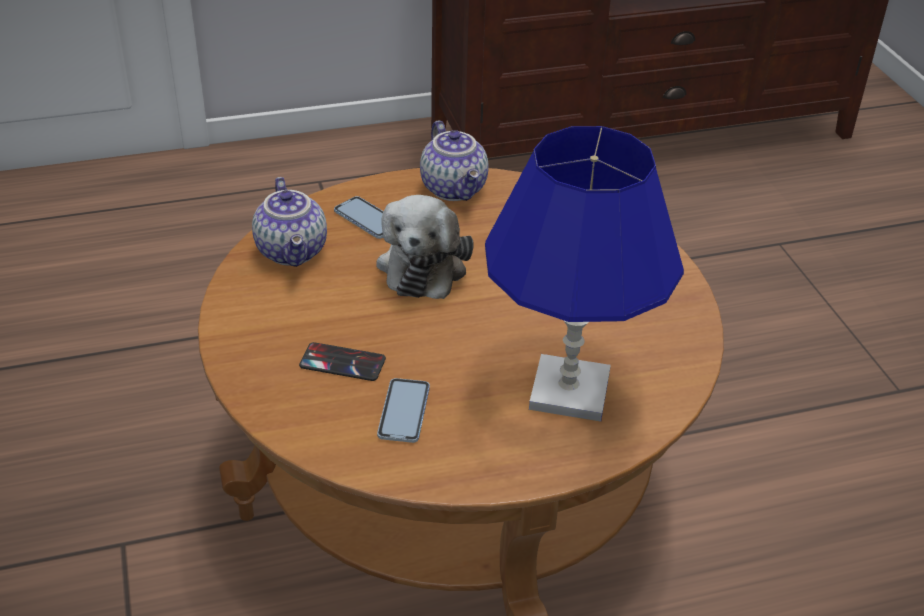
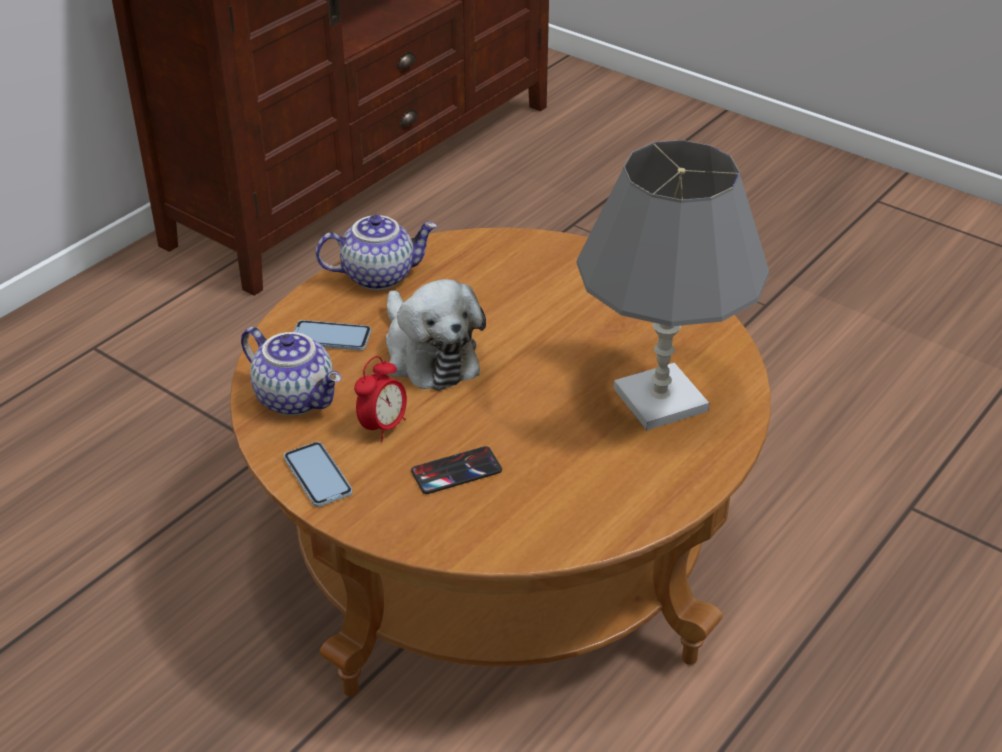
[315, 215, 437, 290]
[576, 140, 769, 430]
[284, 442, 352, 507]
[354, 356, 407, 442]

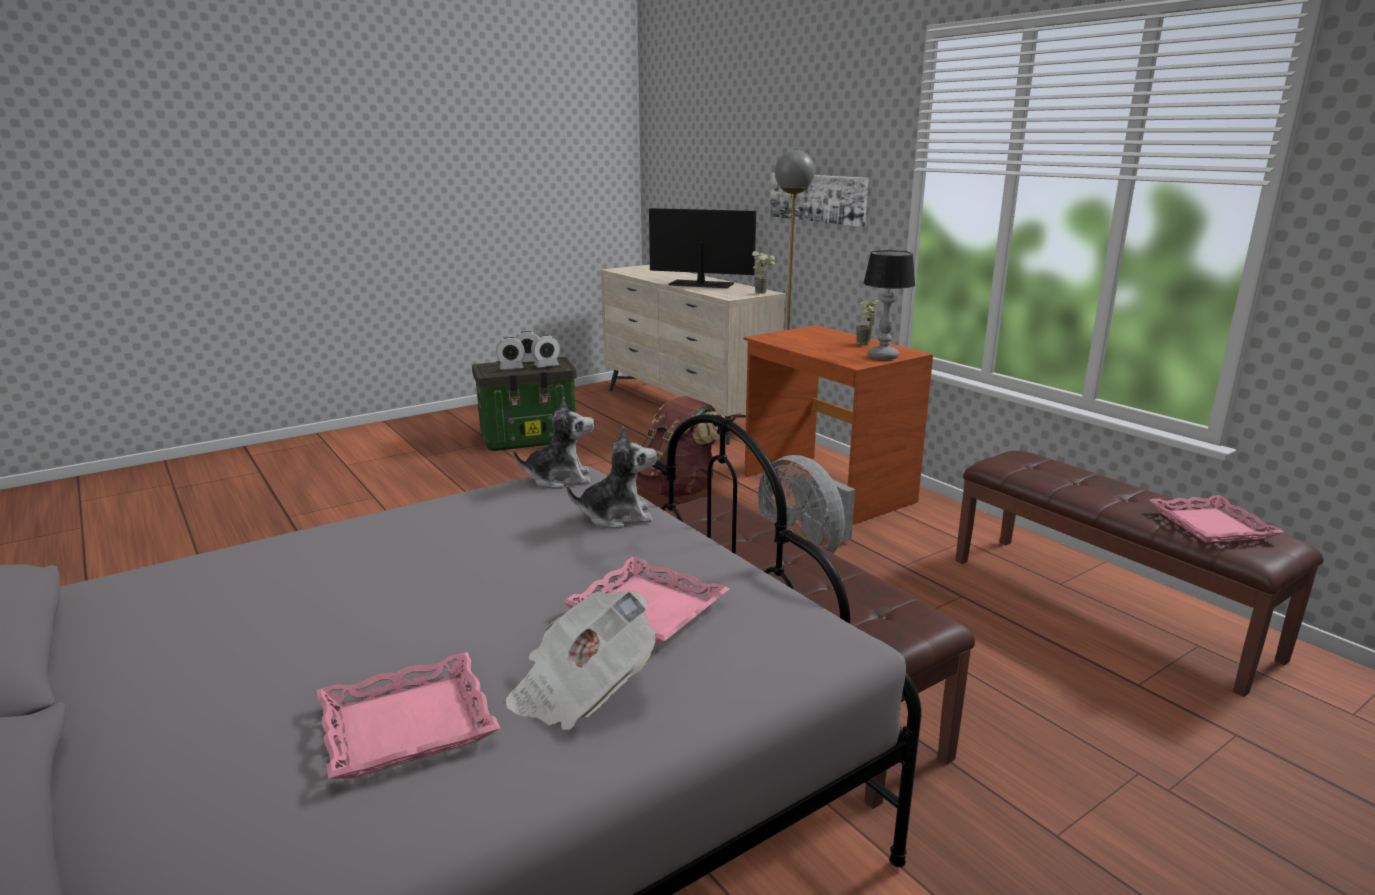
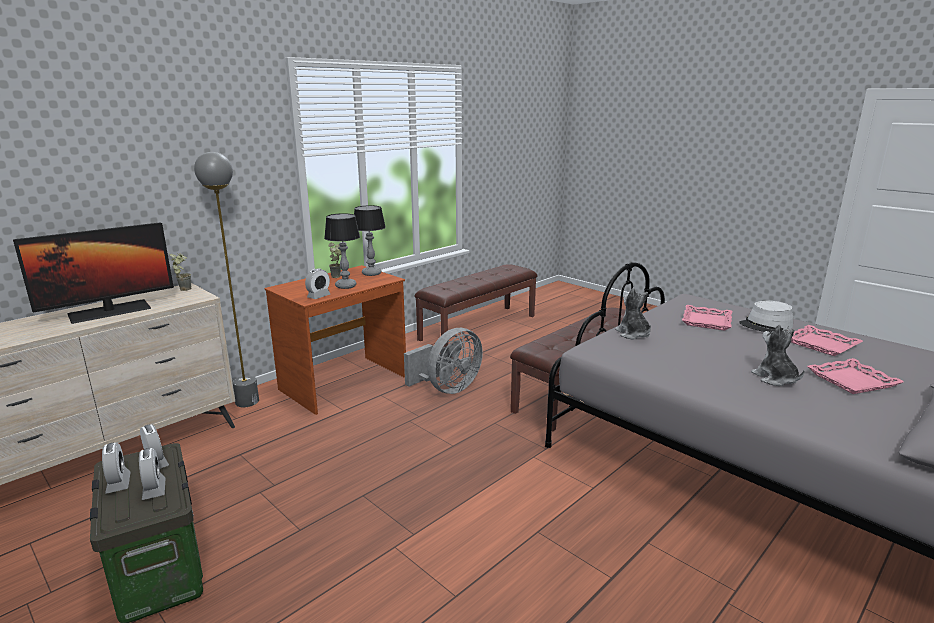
[770, 173, 869, 227] (first image)
[13, 222, 174, 324]
[636, 396, 725, 497] (first image)
[751, 325, 805, 386]
[807, 358, 904, 394]
[739, 301, 793, 332]
[324, 213, 360, 289]
[305, 268, 330, 299]

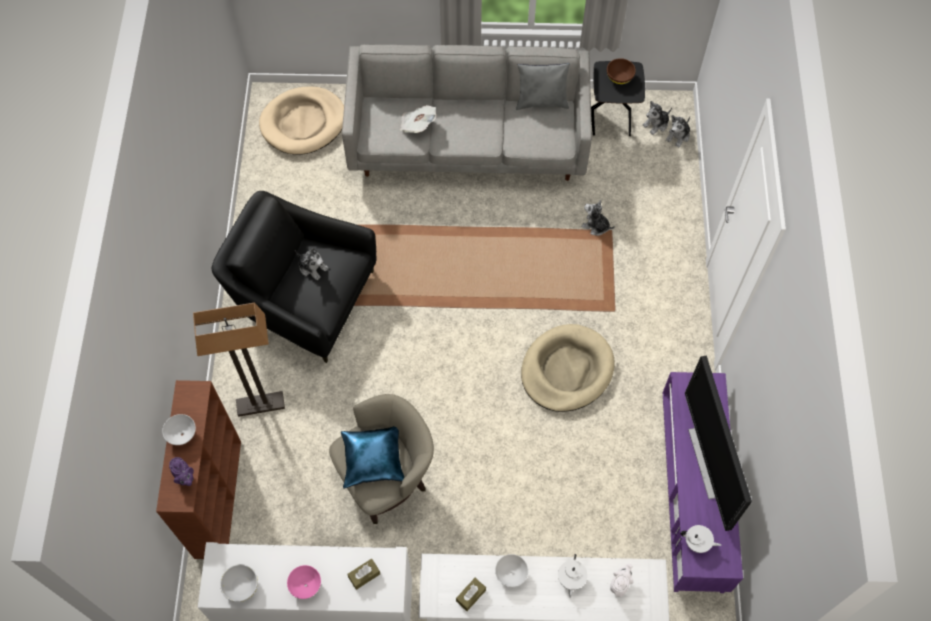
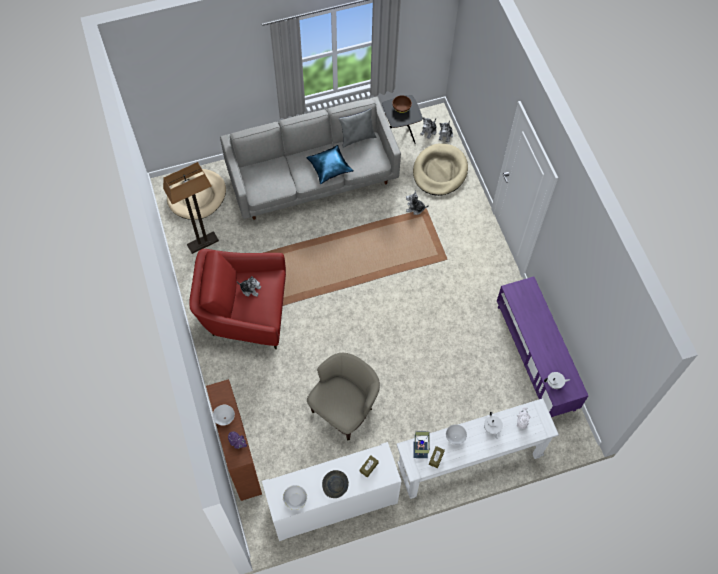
[400, 105, 436, 133] (first image)
[189, 249, 286, 349]
[163, 162, 219, 254]
[413, 144, 468, 196]
[685, 356, 752, 531] (first image)
[306, 145, 354, 184]
[322, 470, 349, 498]
[413, 431, 430, 458]

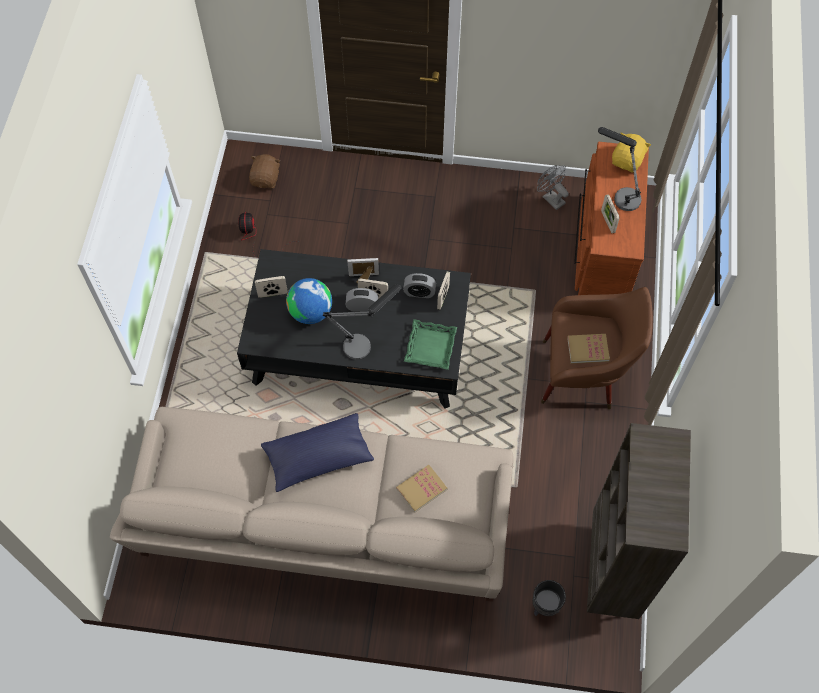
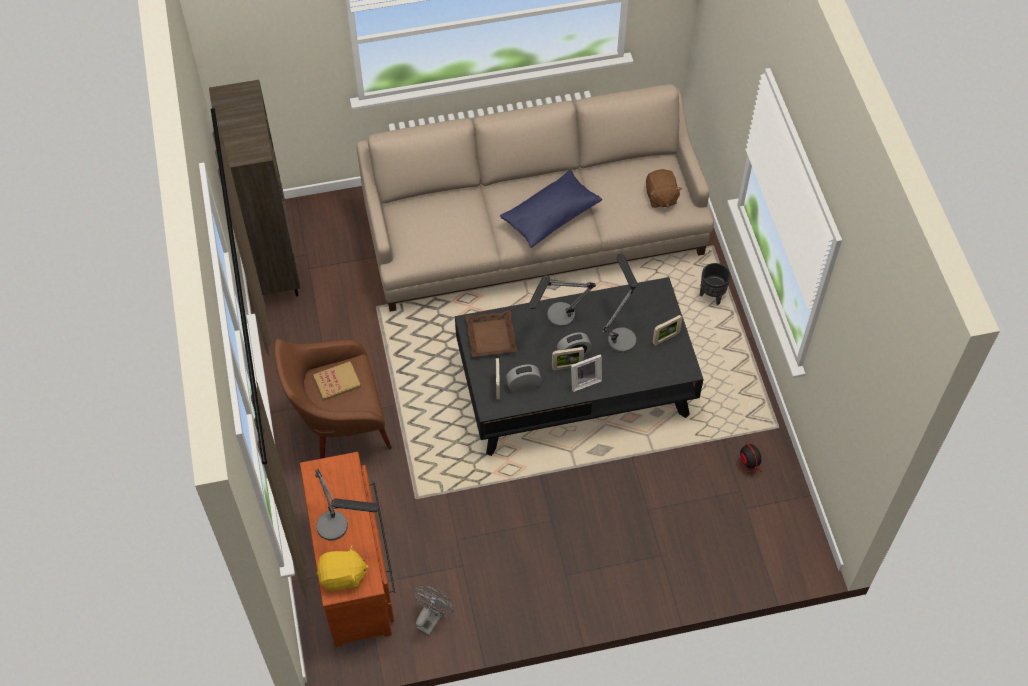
[317, 546, 369, 591]
[646, 169, 682, 208]
[414, 586, 453, 636]
[601, 194, 620, 233] (first image)
[601, 254, 637, 353]
[466, 310, 517, 357]
[396, 465, 447, 513] (first image)
[700, 263, 731, 305]

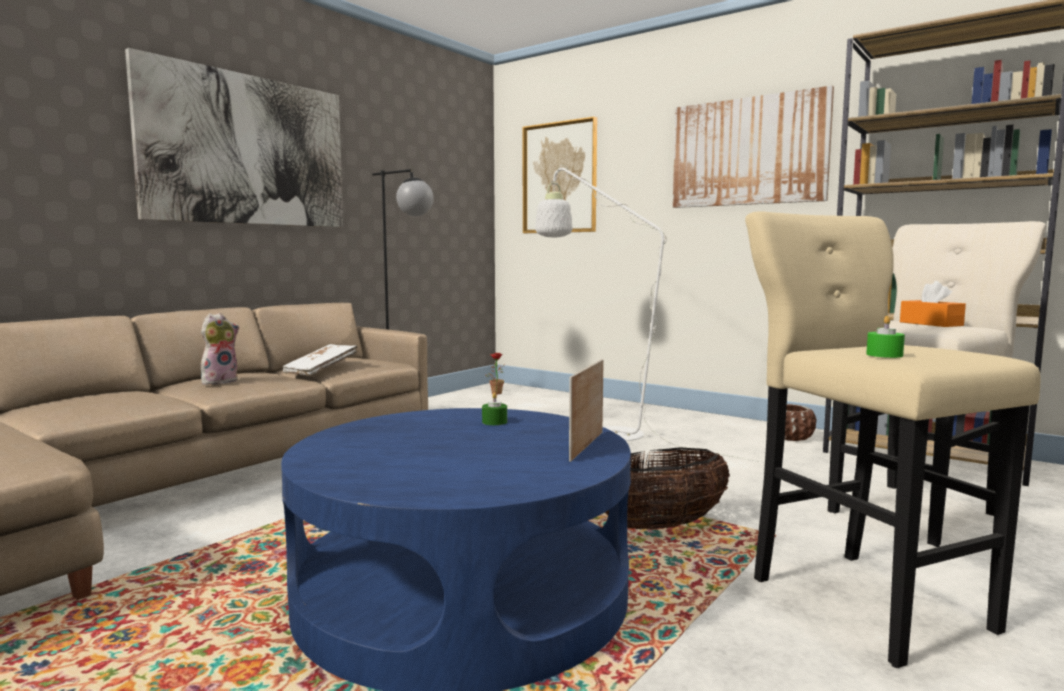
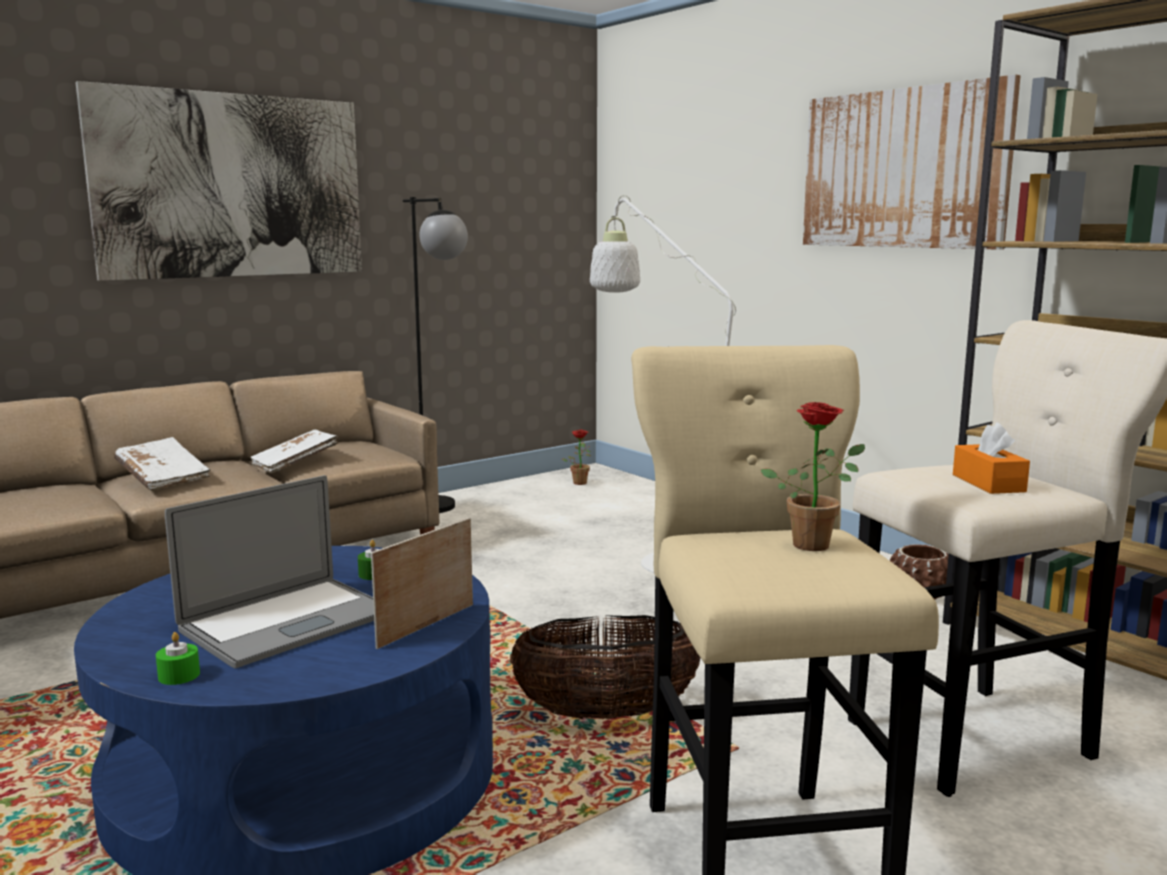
[523, 117, 597, 233] (first image)
[114, 437, 211, 491]
[156, 632, 200, 685]
[760, 402, 865, 551]
[165, 475, 374, 669]

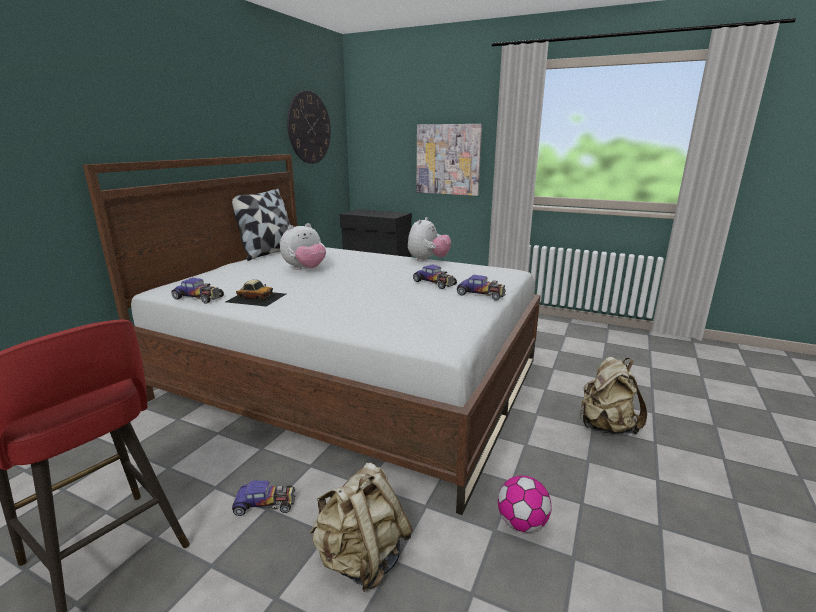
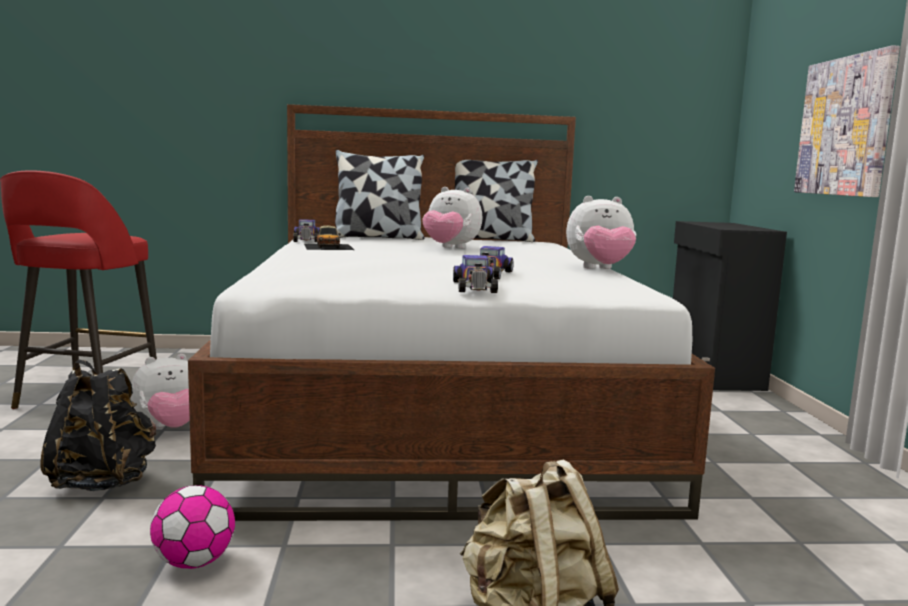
[287, 90, 331, 164] (first image)
[40, 360, 156, 491]
[131, 354, 190, 428]
[335, 150, 424, 240]

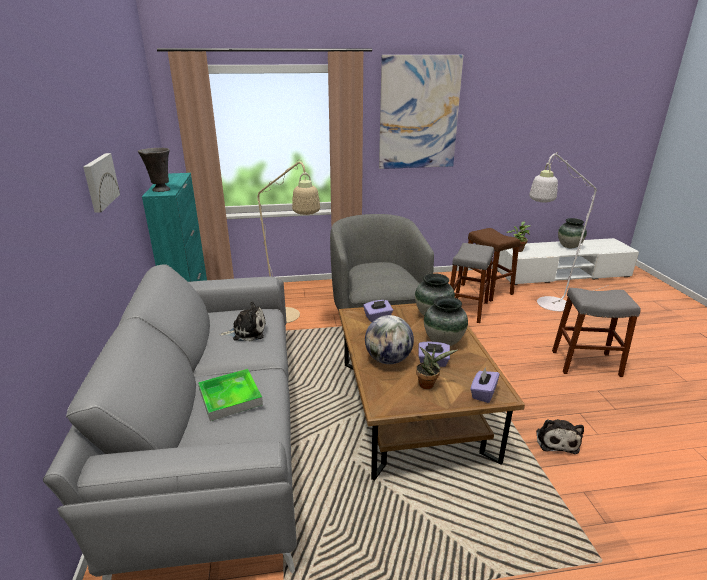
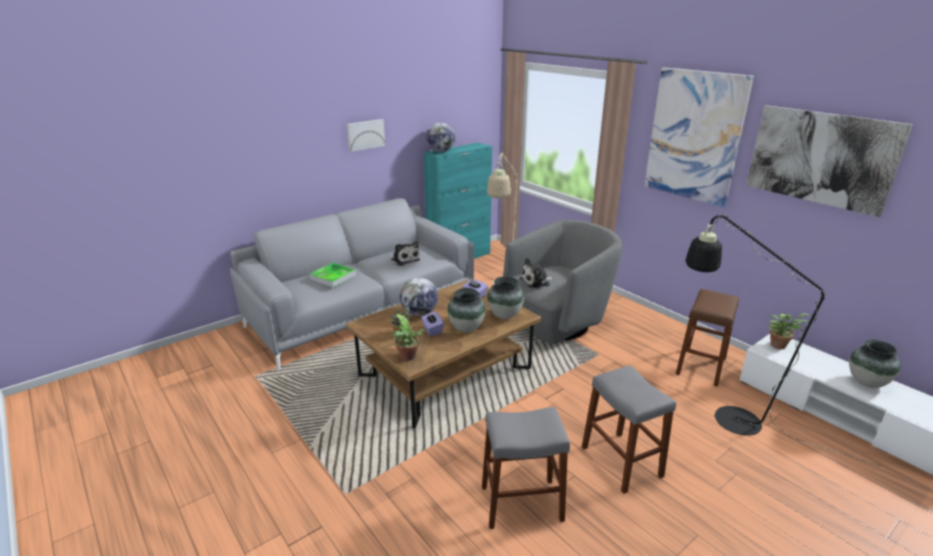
[426, 123, 455, 152]
[685, 214, 881, 466]
[482, 407, 570, 529]
[393, 314, 427, 361]
[520, 258, 554, 289]
[746, 105, 913, 217]

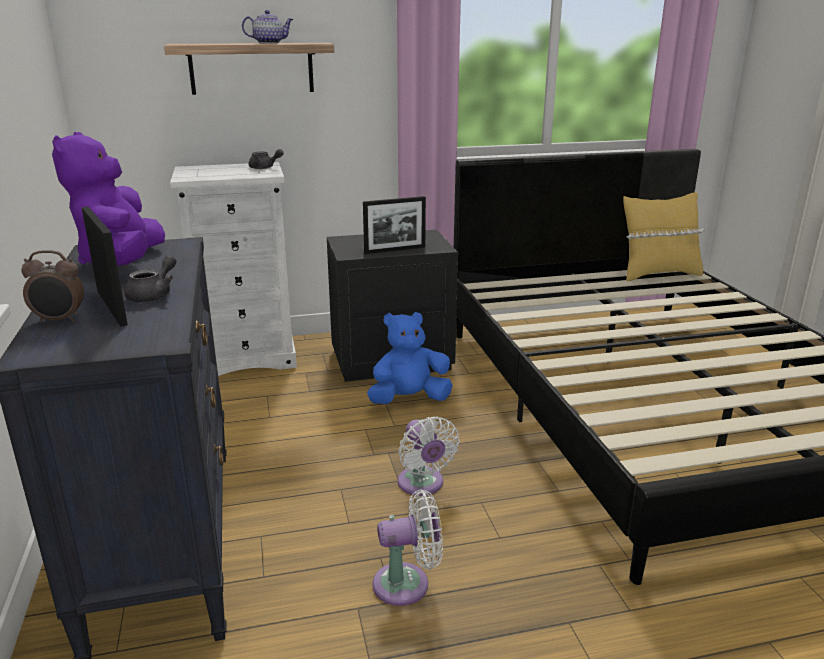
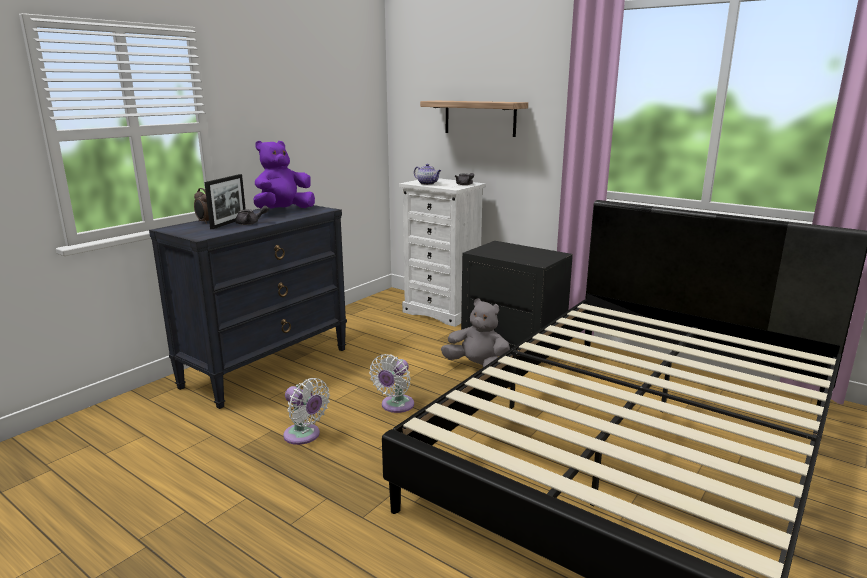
[414, 164, 442, 185]
[623, 192, 705, 281] (first image)
[363, 196, 426, 254] (first image)
[441, 298, 510, 367]

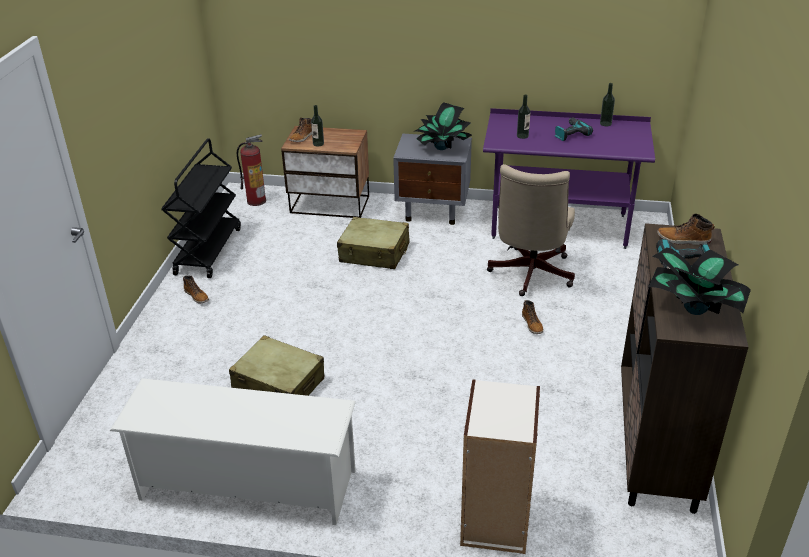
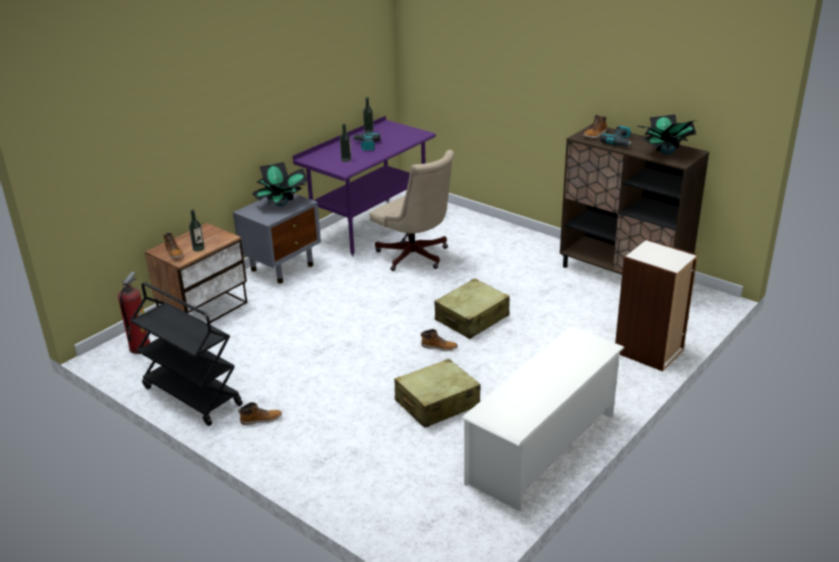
[434, 278, 510, 339]
[421, 329, 458, 351]

